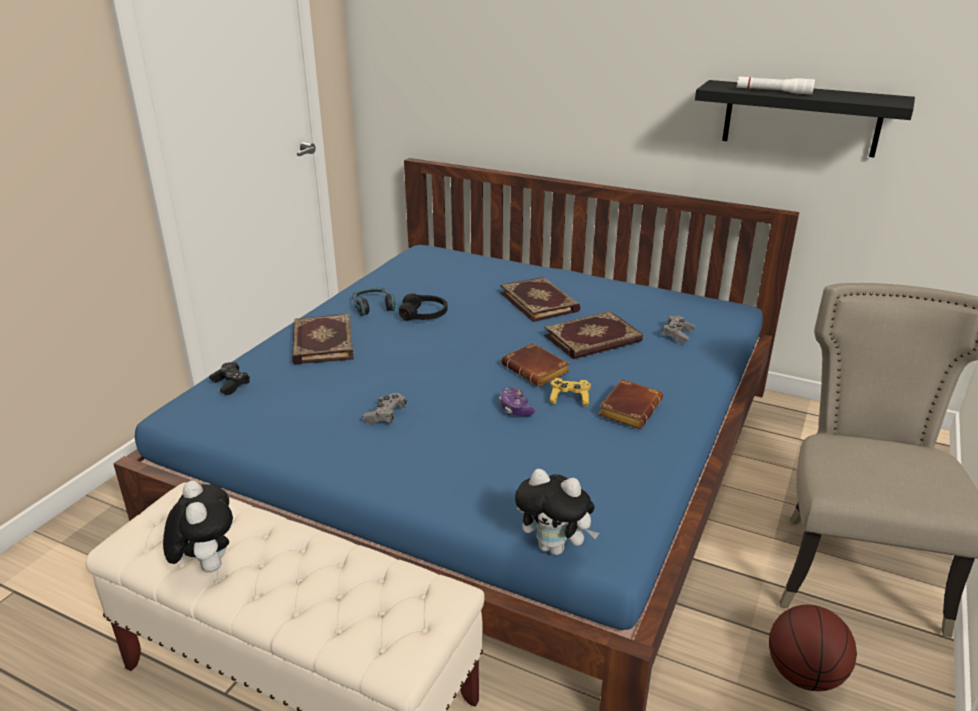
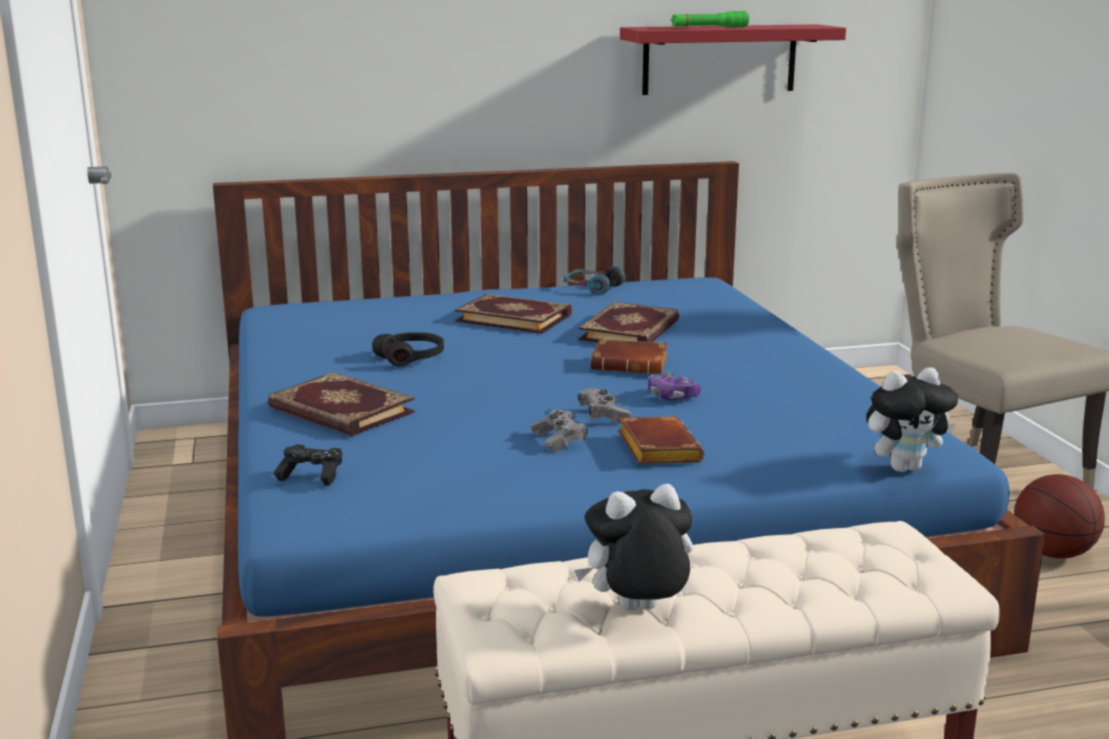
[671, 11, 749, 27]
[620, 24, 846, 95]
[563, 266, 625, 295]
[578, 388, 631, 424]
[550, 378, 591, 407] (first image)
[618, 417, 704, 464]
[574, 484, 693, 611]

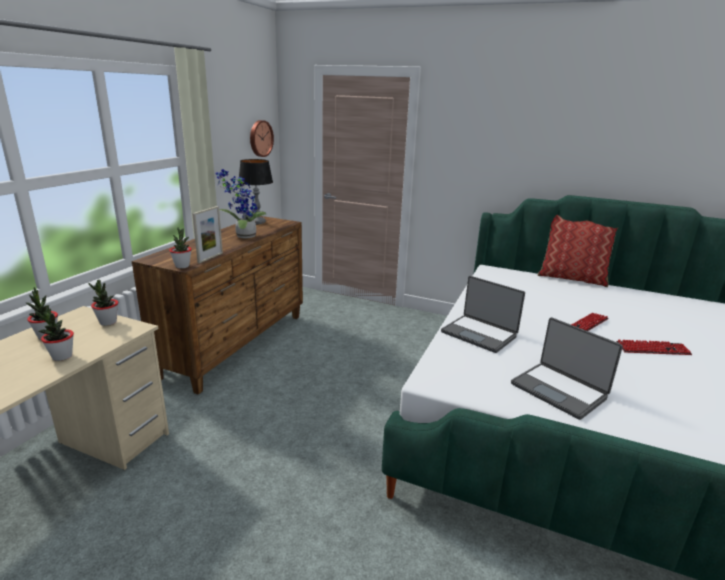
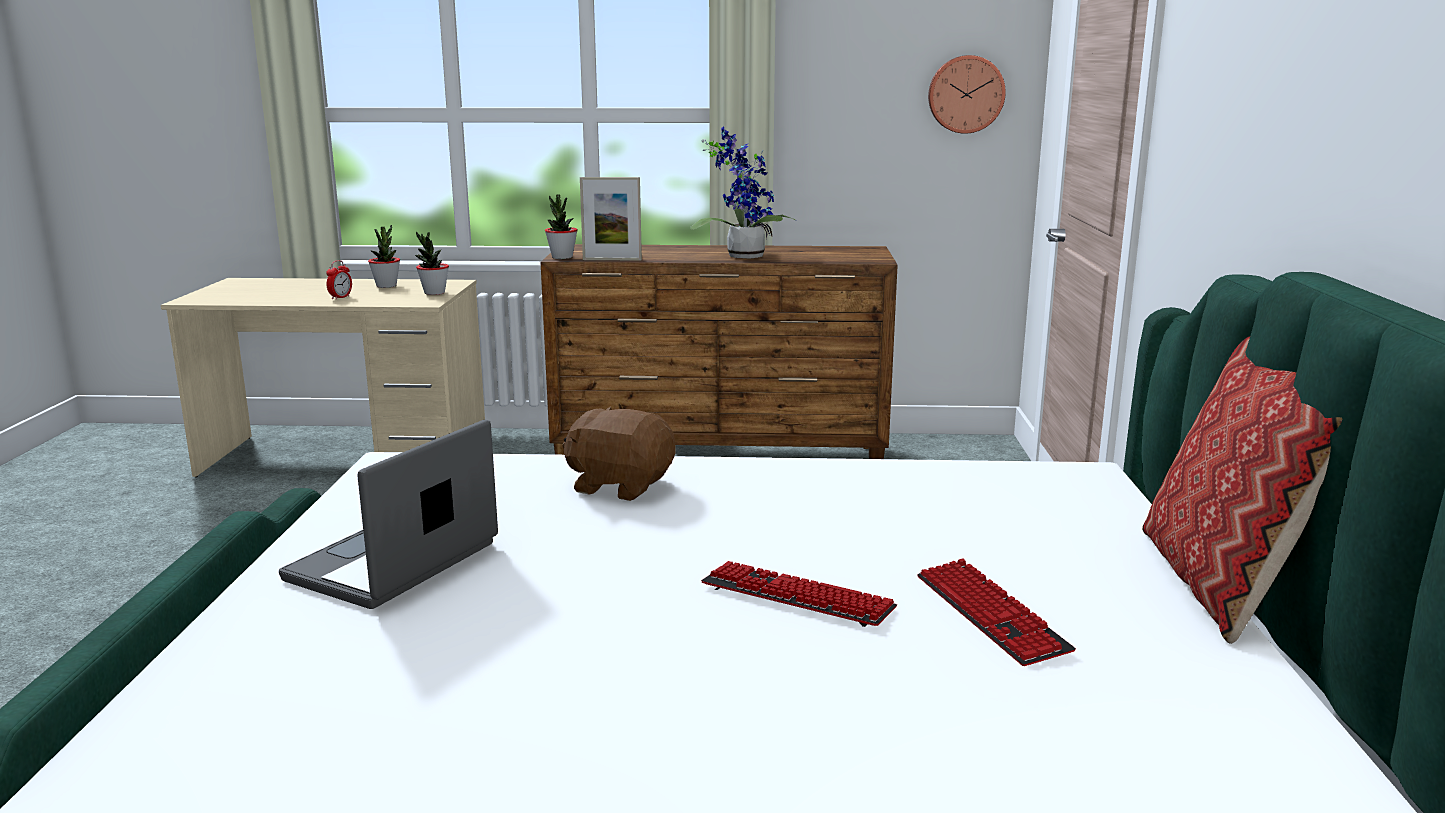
[238, 159, 273, 224] (first image)
[562, 406, 676, 501]
[326, 260, 352, 300]
[917, 558, 1076, 666]

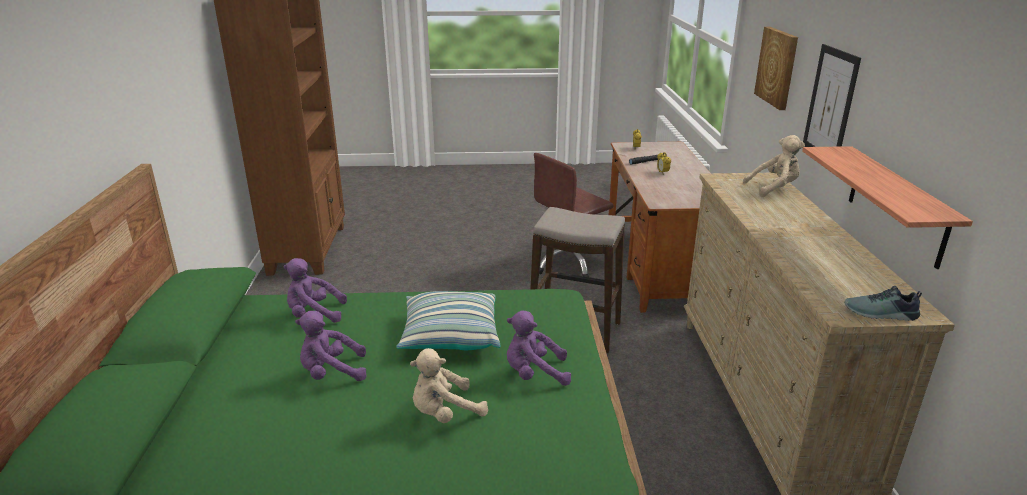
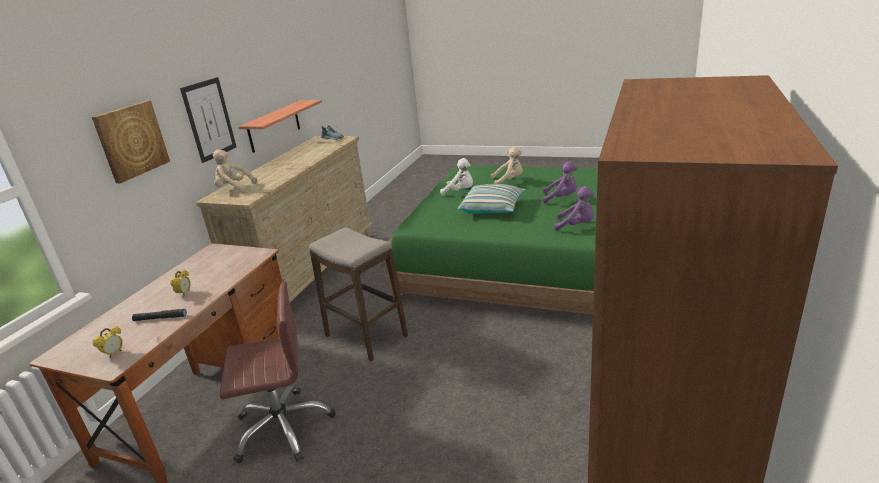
[440, 158, 473, 196]

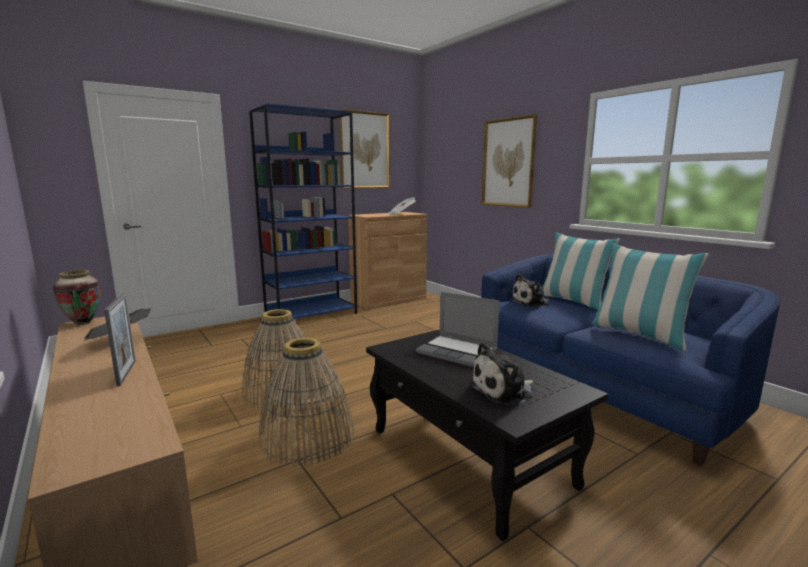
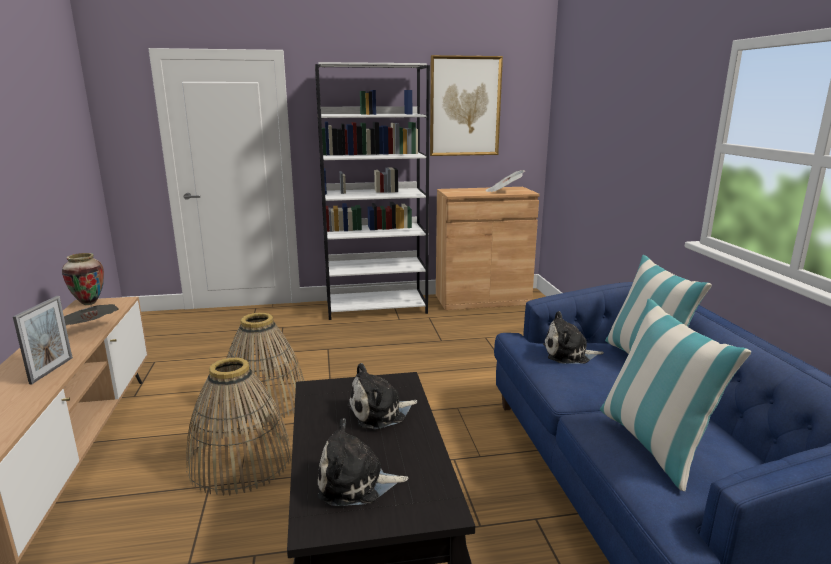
[315, 62, 430, 320]
[481, 114, 537, 208] (first image)
[348, 363, 417, 429]

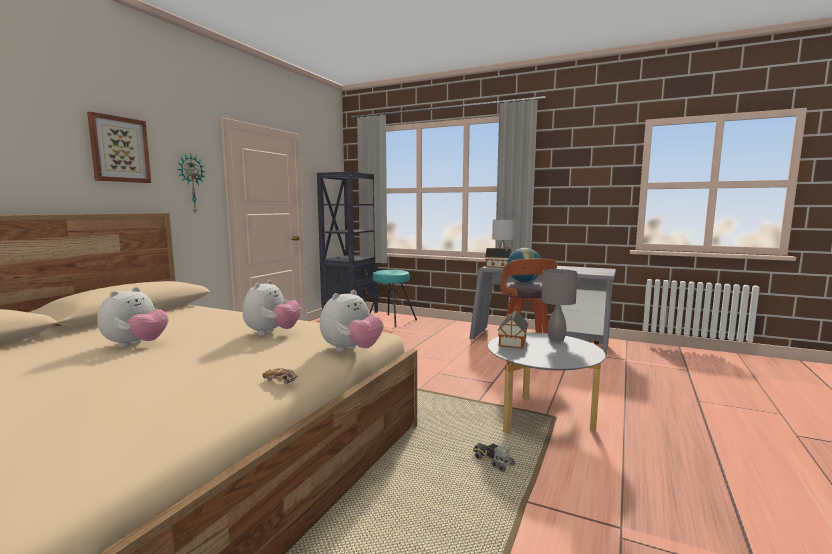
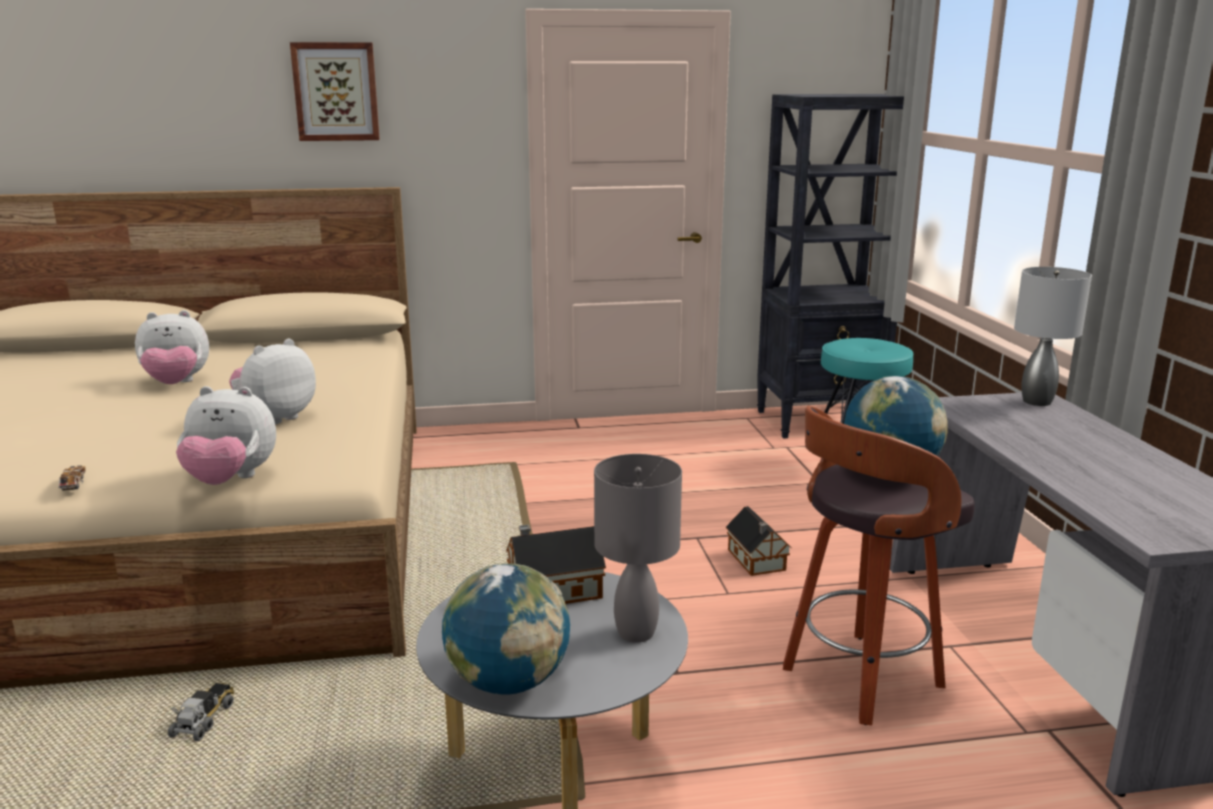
[177, 154, 206, 214] (first image)
[726, 506, 791, 576]
[229, 339, 316, 424]
[168, 682, 234, 741]
[442, 563, 570, 695]

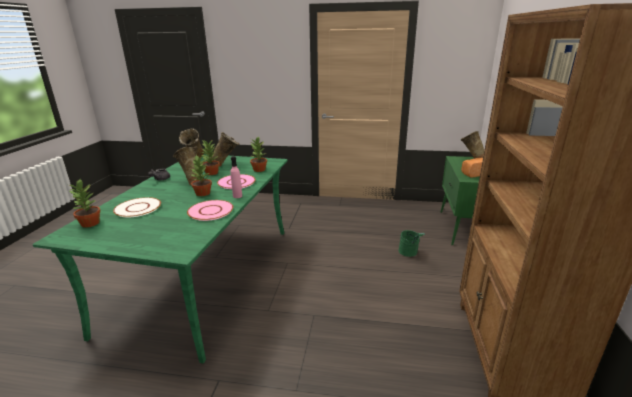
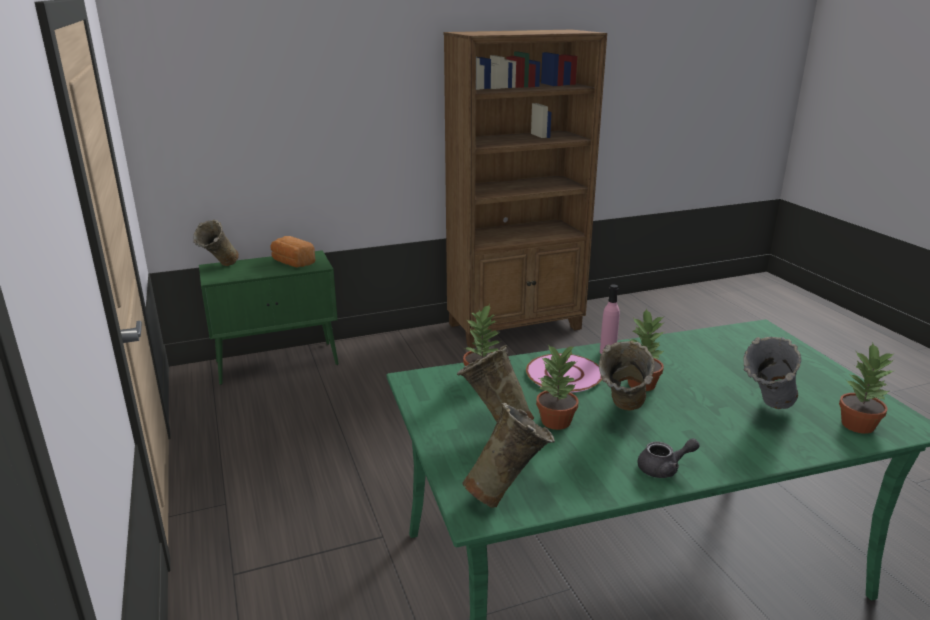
[744, 337, 801, 409]
[187, 200, 233, 221] (first image)
[398, 230, 425, 257] (first image)

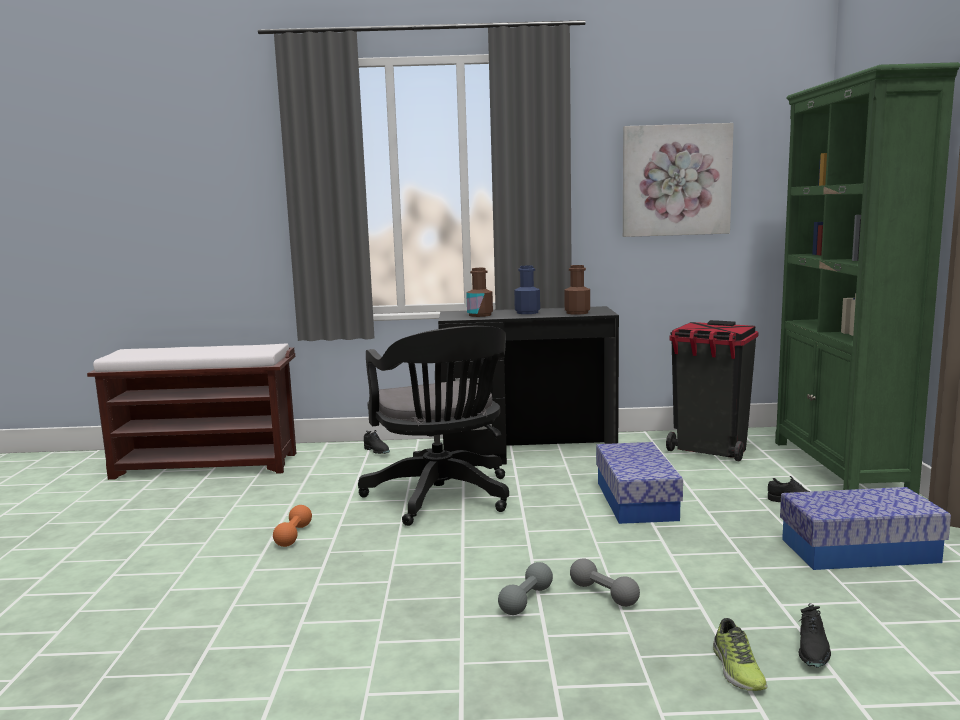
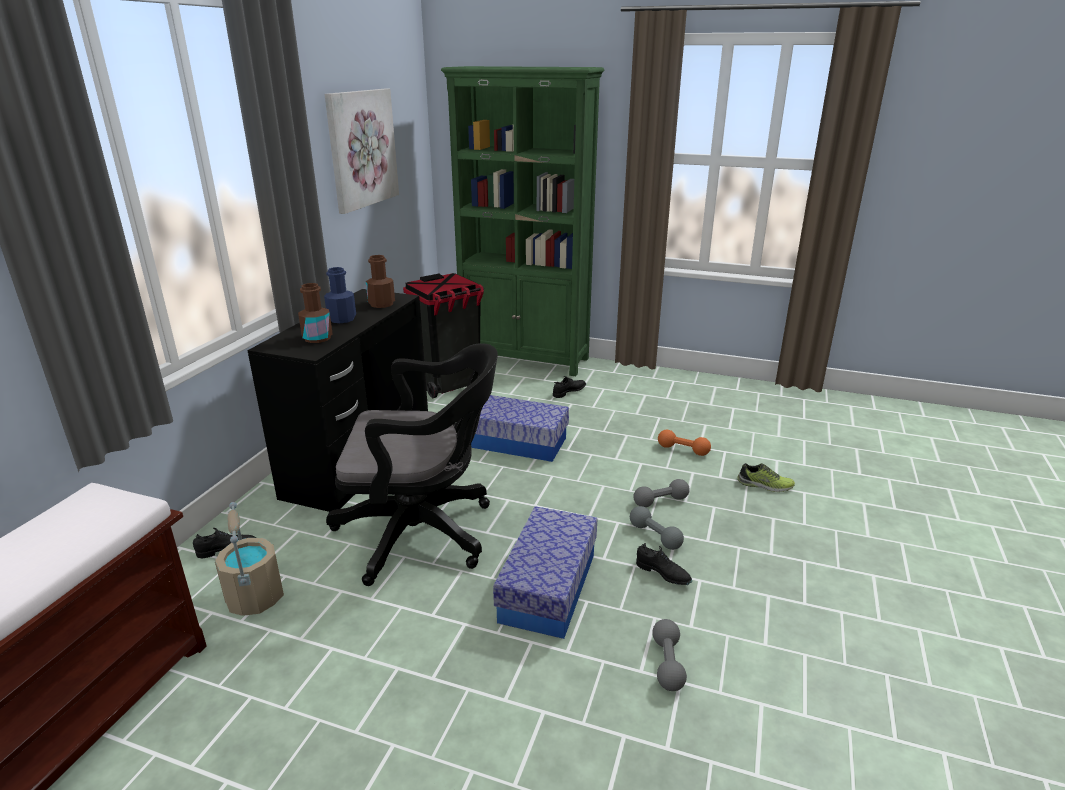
[493, 506, 597, 639]
[658, 430, 711, 456]
[636, 543, 692, 585]
[215, 502, 284, 616]
[652, 619, 687, 691]

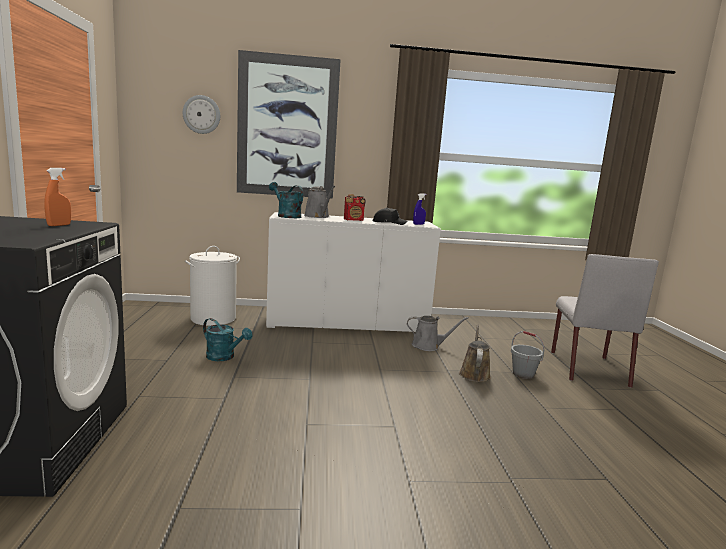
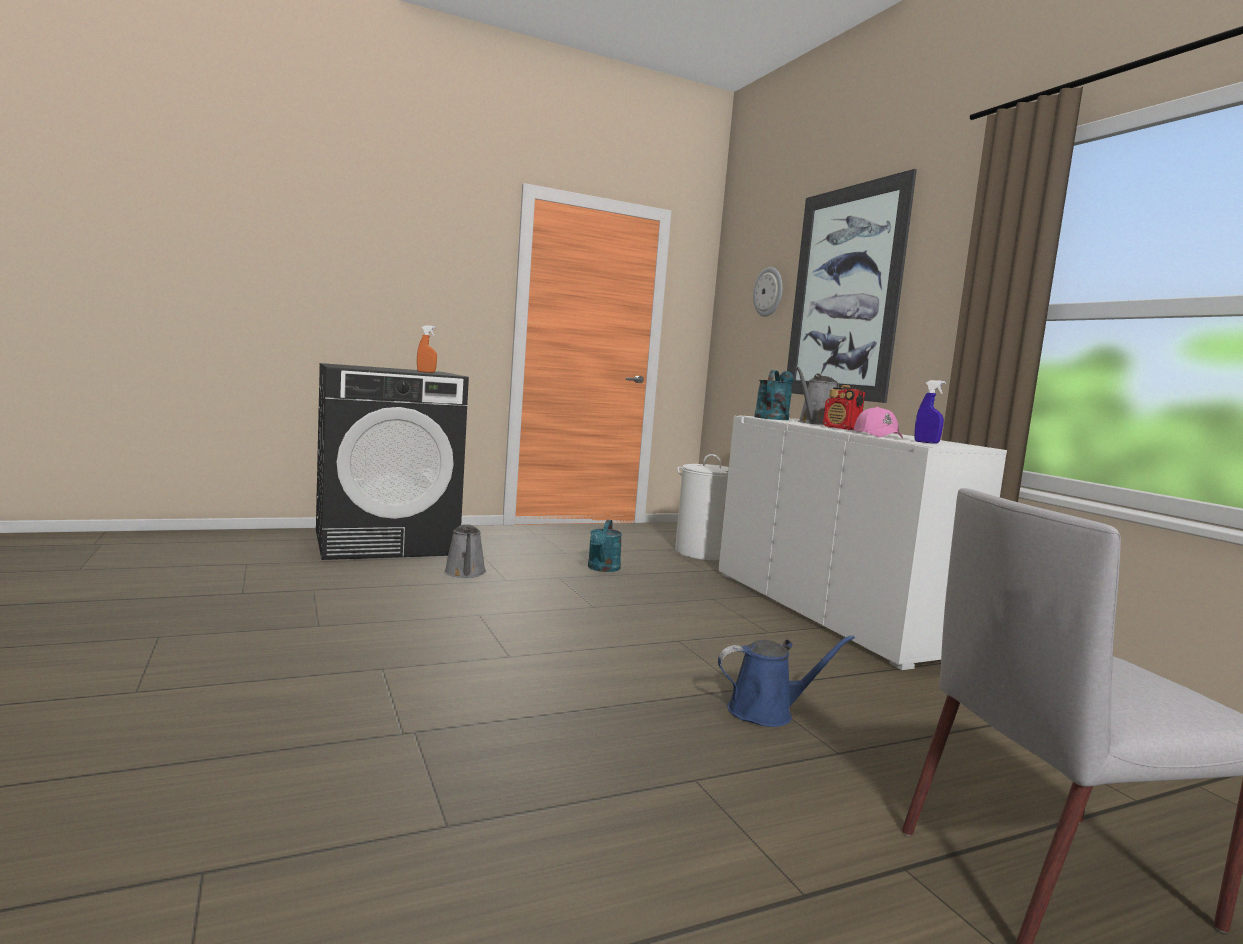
[853, 407, 903, 439]
[444, 524, 486, 578]
[718, 635, 855, 727]
[511, 331, 544, 379] (first image)

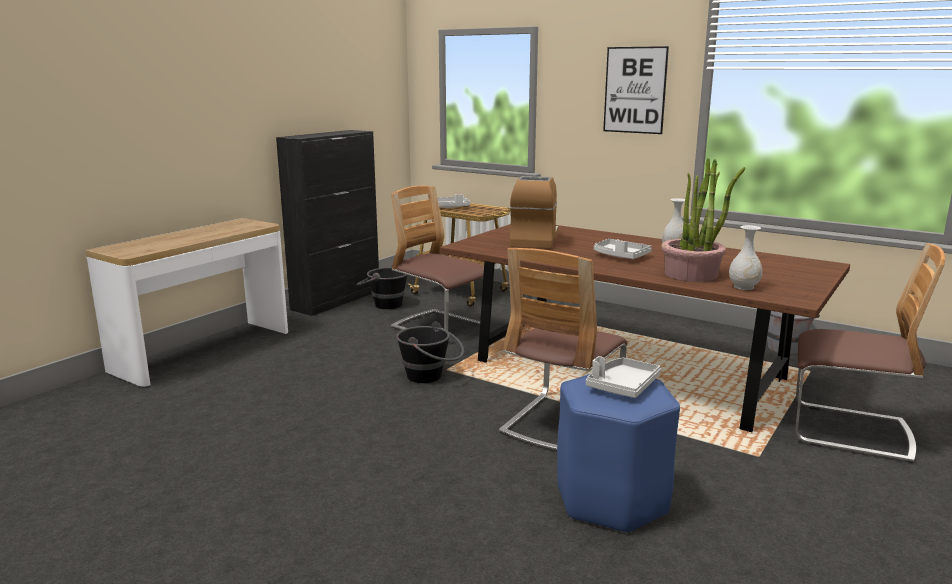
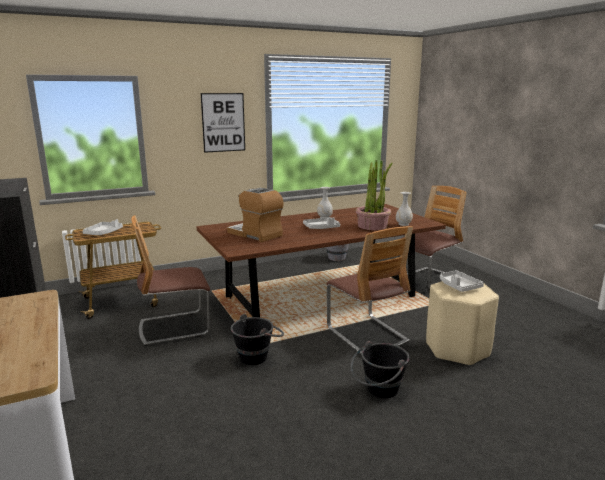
[350, 341, 410, 398]
[426, 281, 499, 366]

